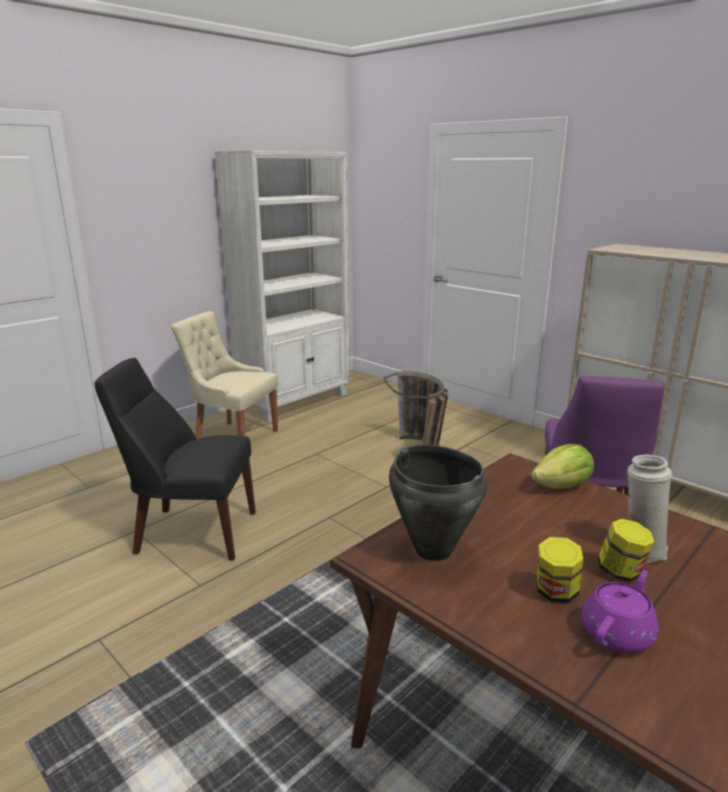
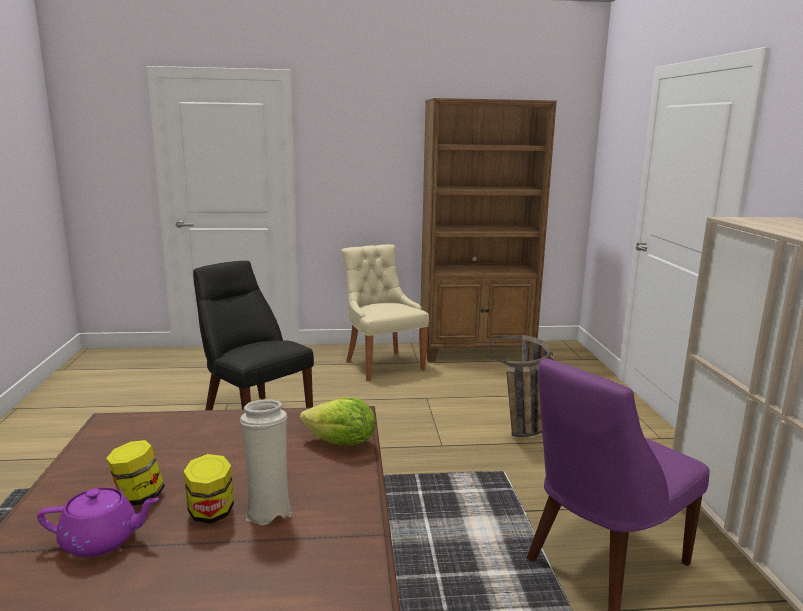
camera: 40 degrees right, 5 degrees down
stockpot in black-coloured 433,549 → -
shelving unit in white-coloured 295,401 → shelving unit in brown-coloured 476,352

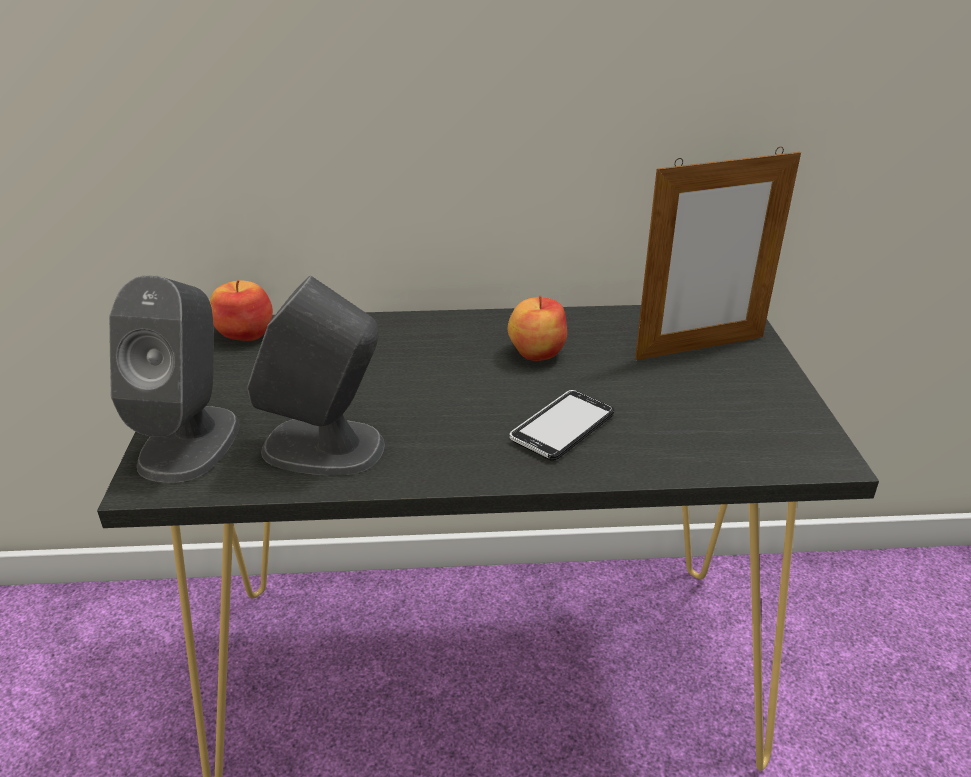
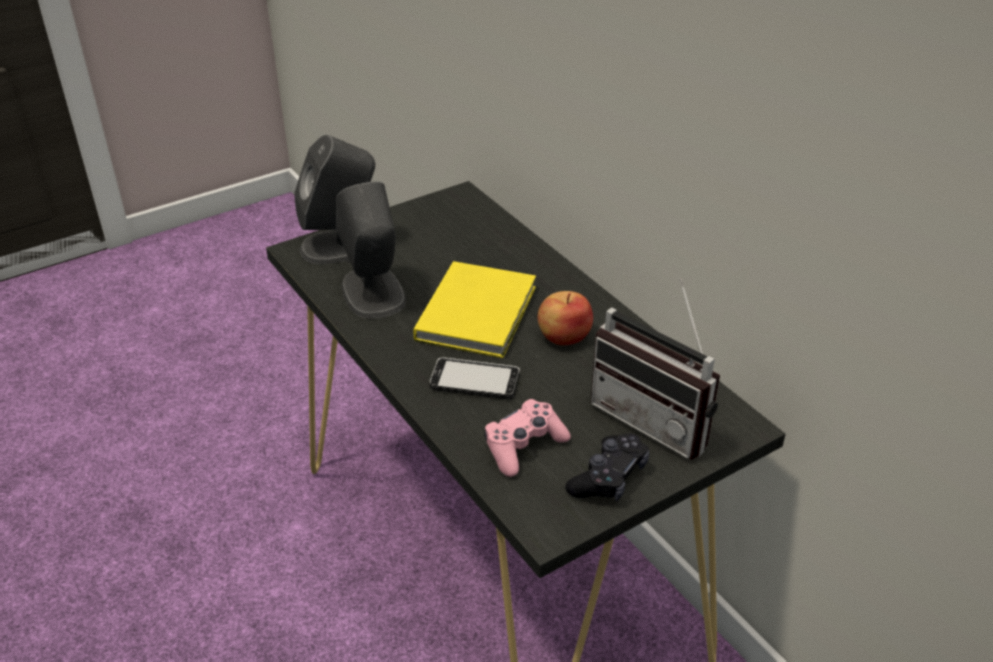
camera: 60 degrees right, 5 degrees up
apple fruit 245,333 → -
- → book in yellow 479,311
- → gamepad in pinkish 524,446
- → gamepad in black-coloured 608,477
picture frame 700,347 → radio receiver 657,419

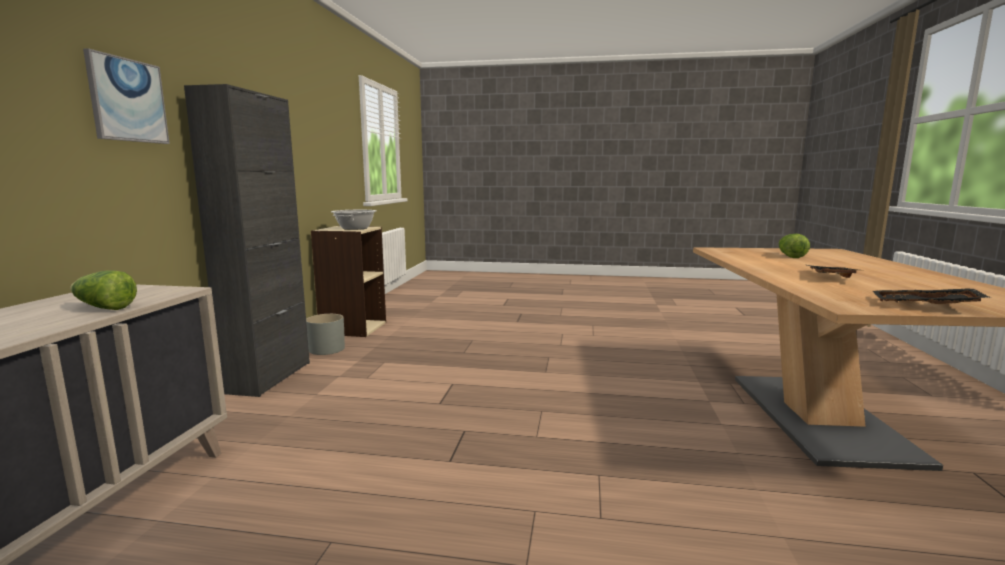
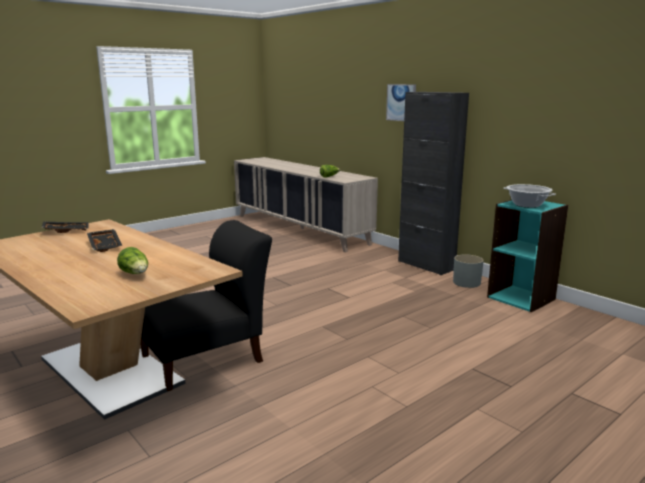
camera: 130 degrees right, 5 degrees up
- → chair in black-coloured 207,359
shelving unit in beige-coloured 353,328 → shelving unit in turquoise 521,298

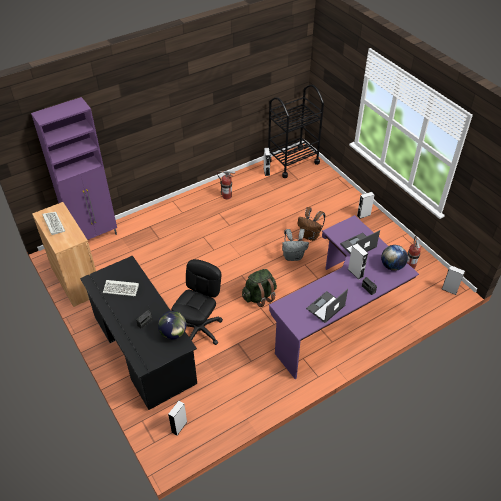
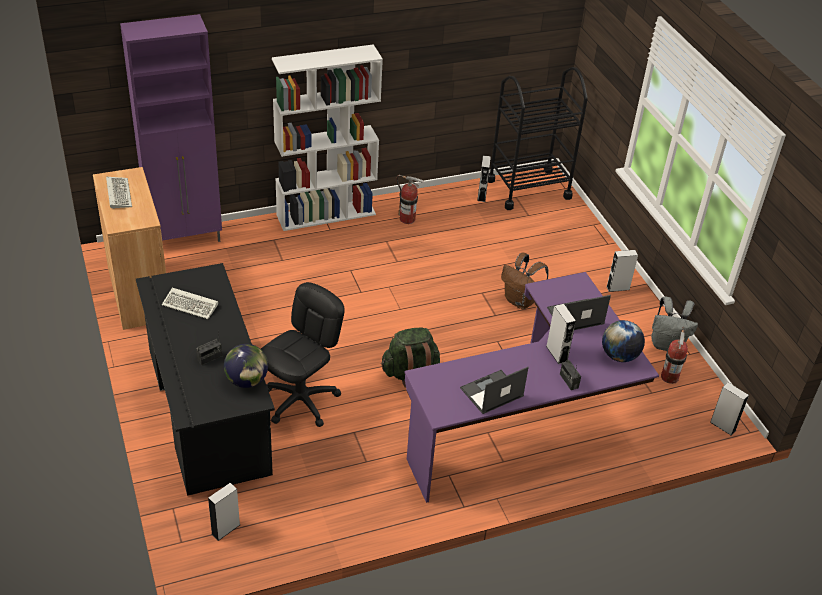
camera: 10 degrees right, 5 degrees down
- → shelving unit in white-coloured 326,214
backpack in grey 293,256 → backpack in grey 667,344, move

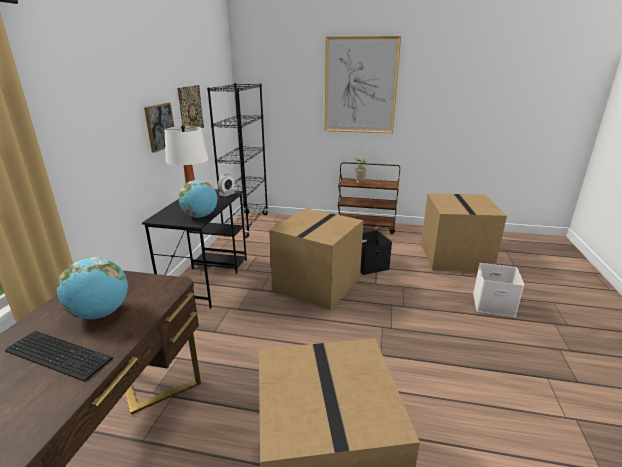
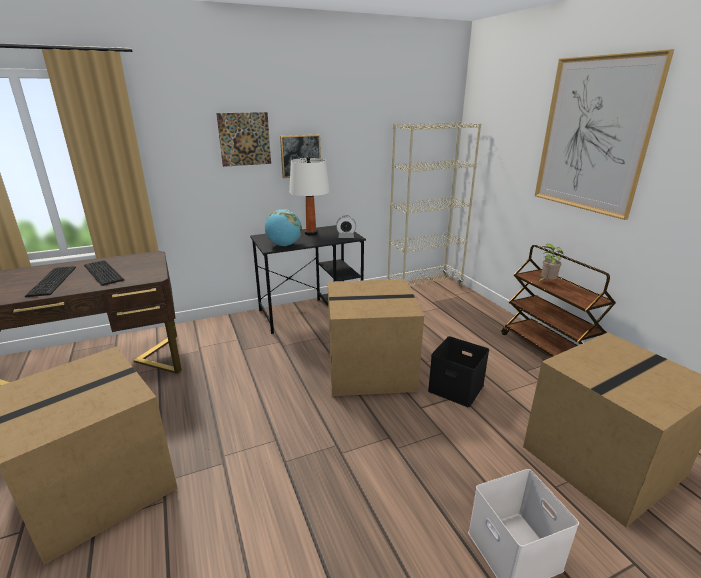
camera: 55 degrees right, 0 degrees up
picture 191,109 → picture 244,139, move
desk globe 101,314 → PC keyboard 102,273
shelving unit in black-coloured 246,224 → shelving unit in beige-coloured 424,286

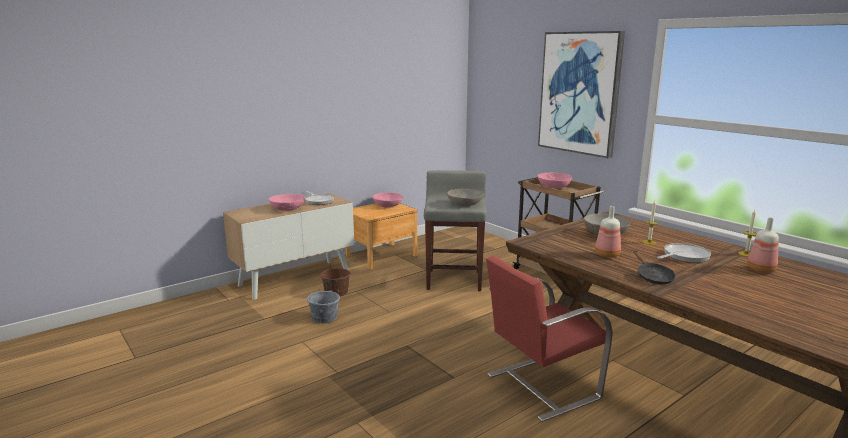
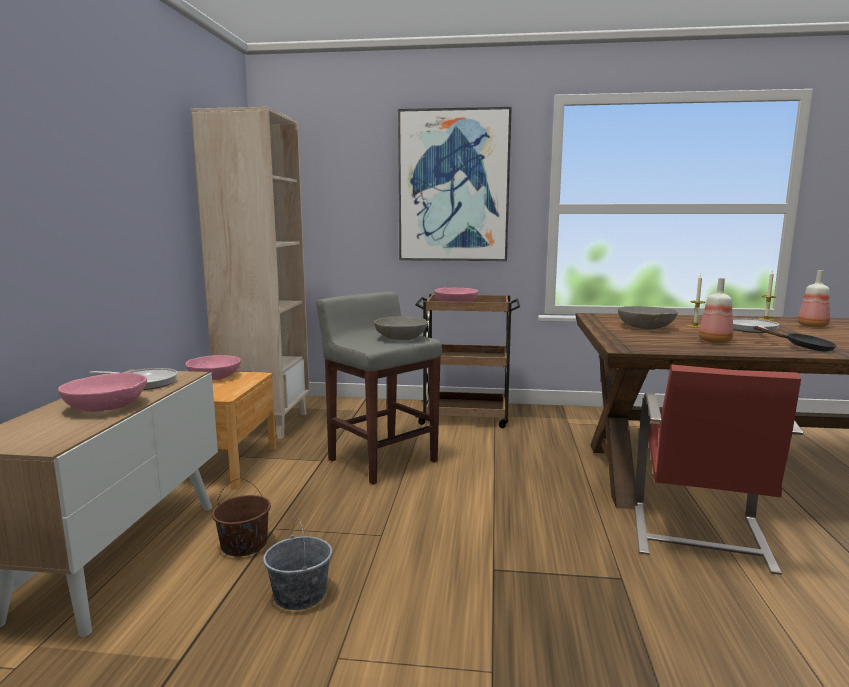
camera: 45 degrees left, 5 degrees down
- → shelving unit in beige-coloured 265,424

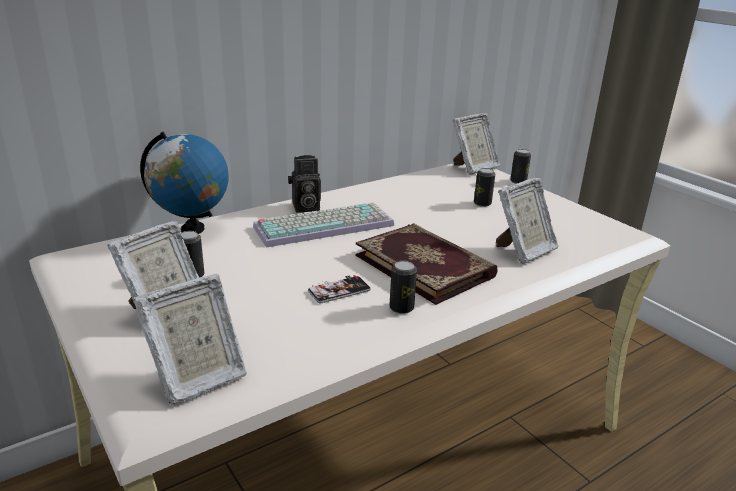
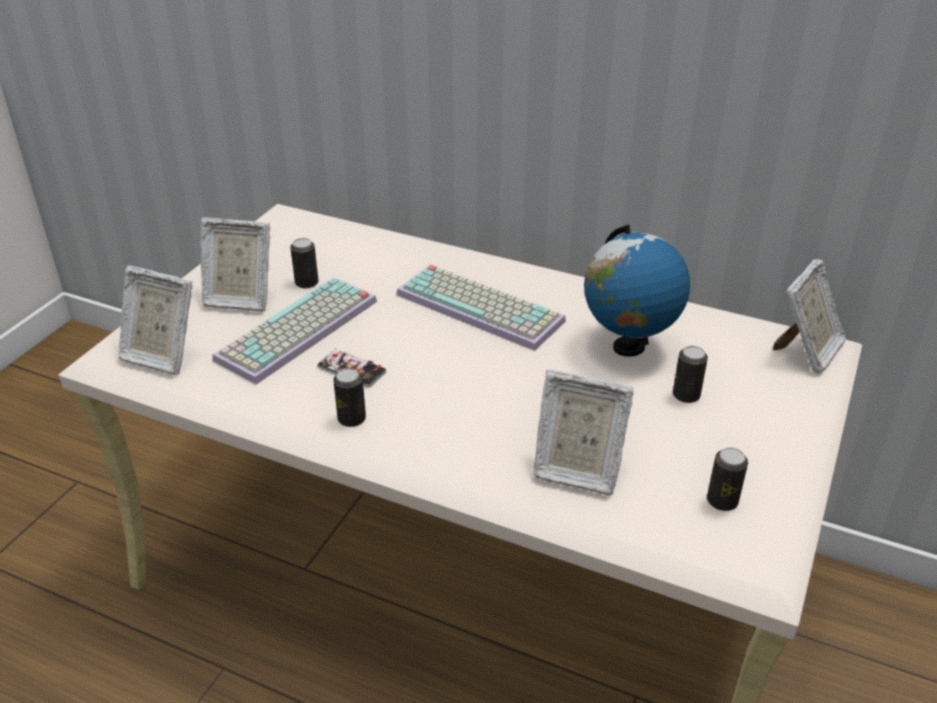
camera: 60 degrees right, 10 degrees up
photo camera 304,208 → -
book 425,265 → -
- → PC keyboard 298,332
desk globe 192,229 → desk globe 628,347, move
metal can 518,181 → metal can 722,501, move
picture frame 473,168 → picture frame 807,352, 75 degrees counterclockwise

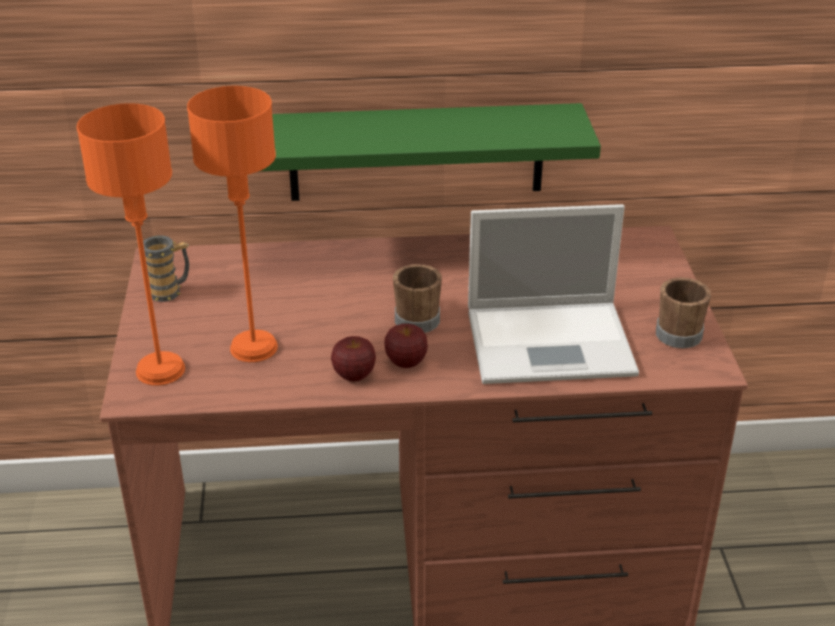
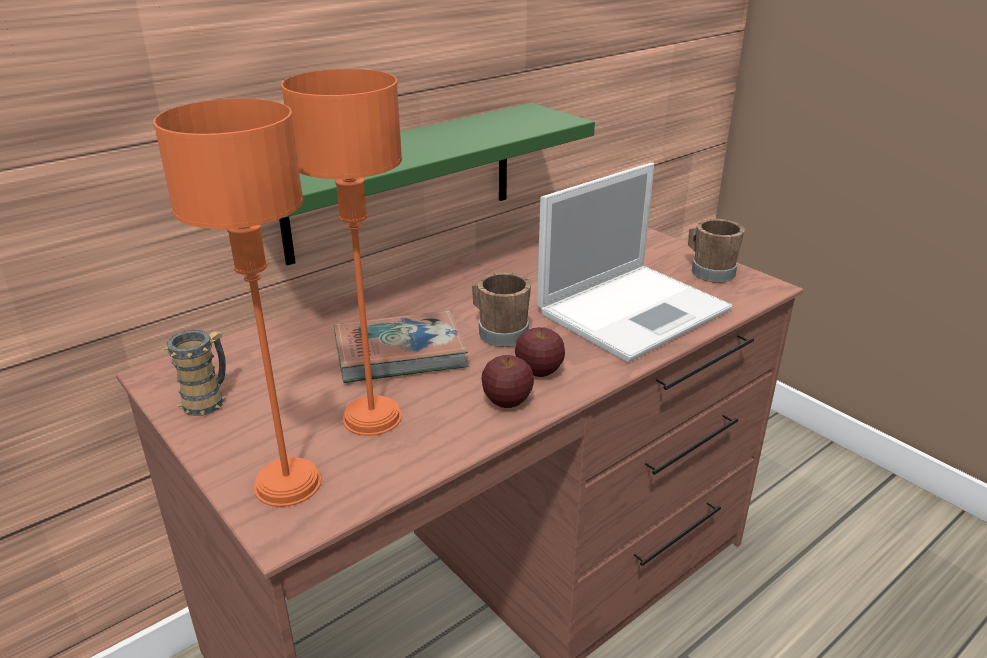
camera: 35 degrees left, 5 degrees down
- → book 400,353

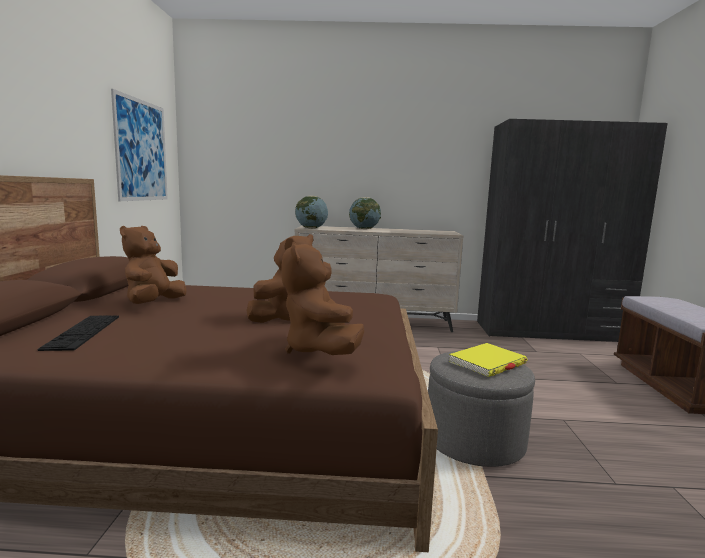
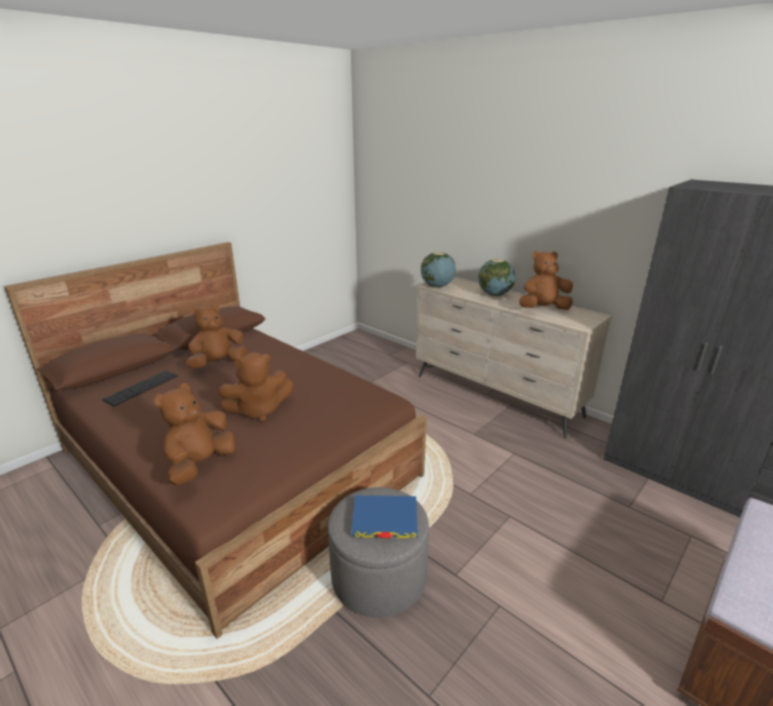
camera: 40 degrees right, 15 degrees up
picture 141,150 → -
- → cuddly toy in brown-coloured 543,309
book in yellow 487,363 → book in blue 385,519

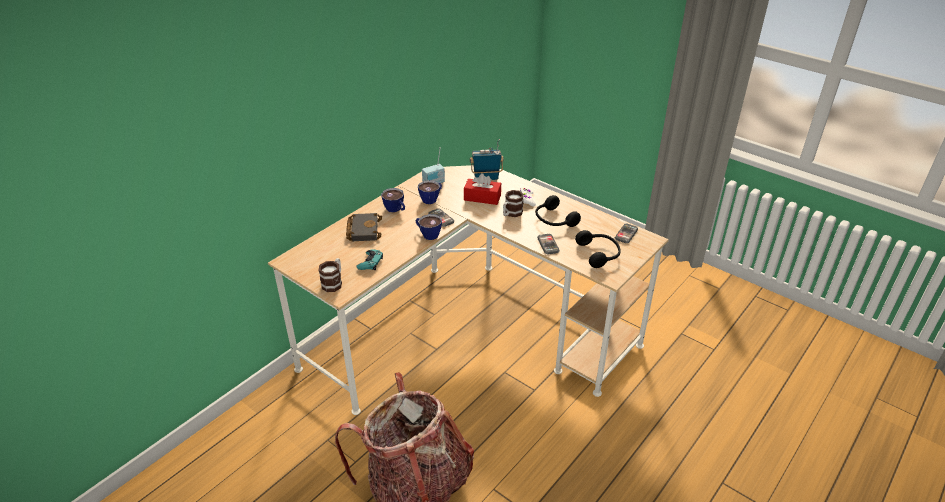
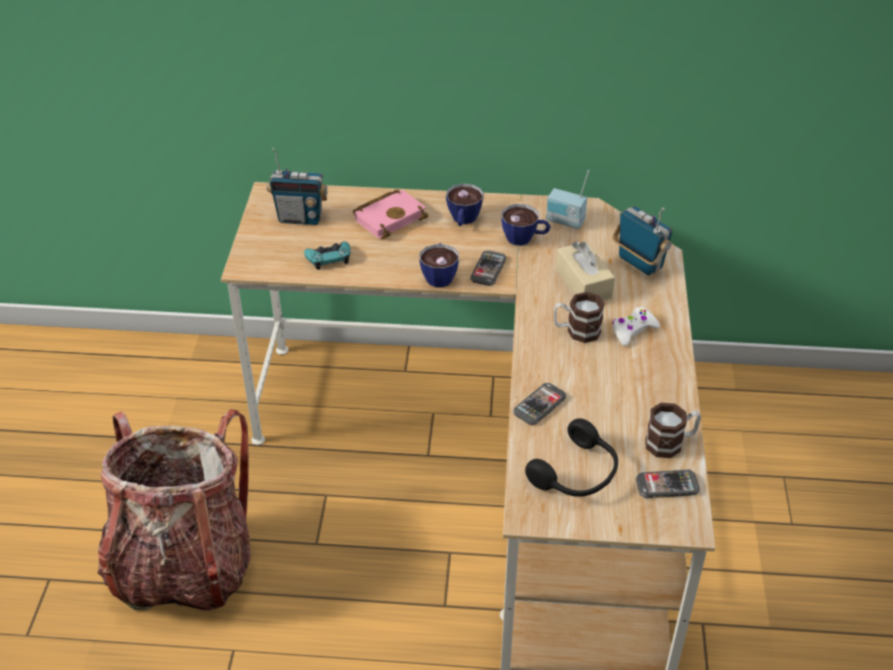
camera: 55 degrees right, 5 degrees up
pair of headphones in black-coloured 554,220 → -
- → radio receiver 300,218
tea mug 334,282 → tea mug 671,442, move
book in black-coloured 363,229 → book in pinkish 390,217
tissue box in red-coloured 482,197 → tissue box in beige-coloured 583,283

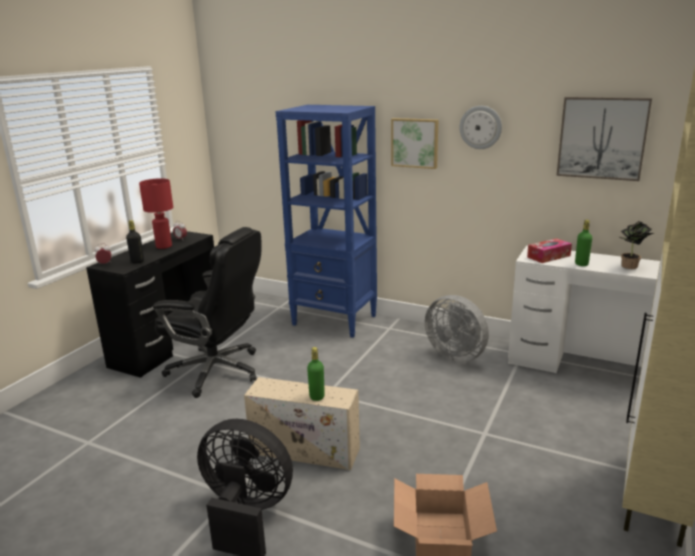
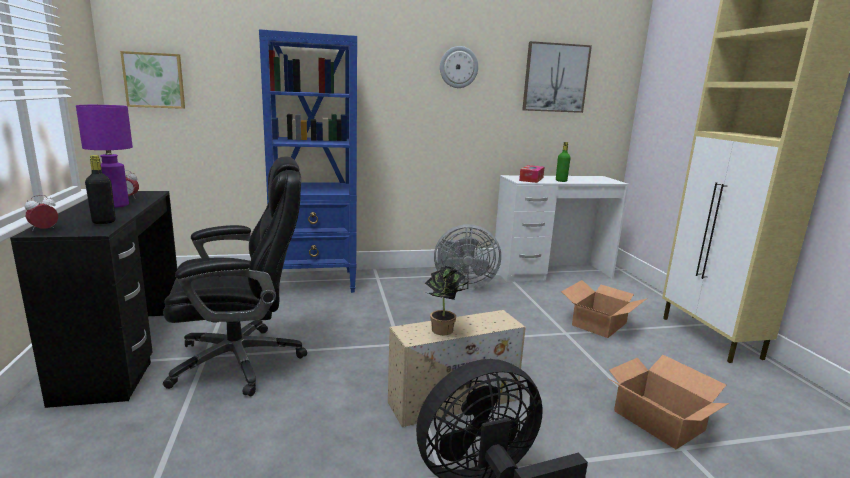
camera: 40 degrees left, 5 degrees down
beverage bottle in greenish 317,397 → -
- → carton 600,324
picture 415,143 → picture 154,80, move
houseplant 630,267 → houseplant 445,331, move
table lamp in red-coloured 164,246 → table lamp in purple-coloured 116,205

